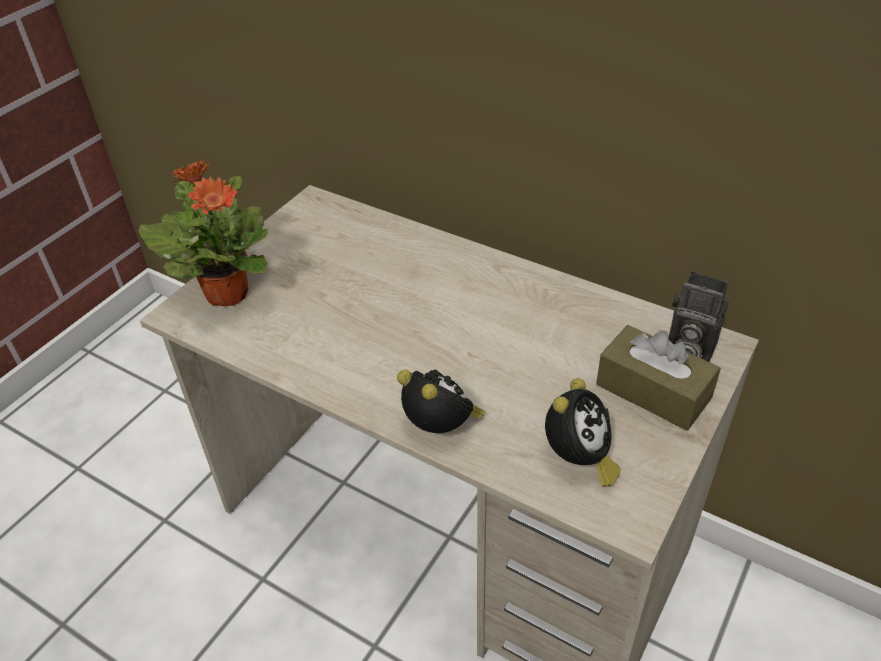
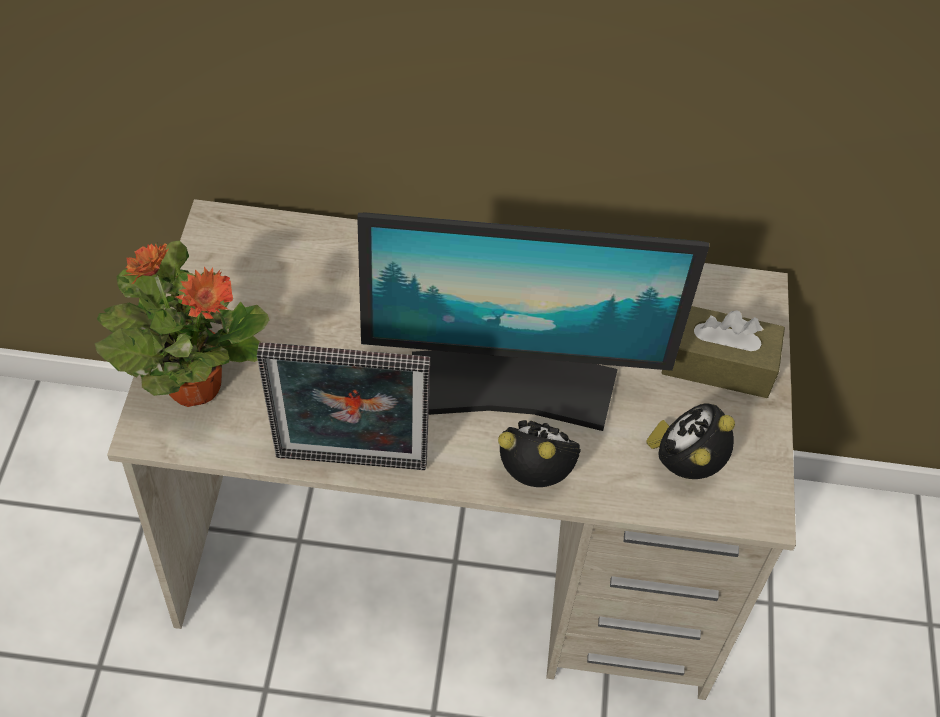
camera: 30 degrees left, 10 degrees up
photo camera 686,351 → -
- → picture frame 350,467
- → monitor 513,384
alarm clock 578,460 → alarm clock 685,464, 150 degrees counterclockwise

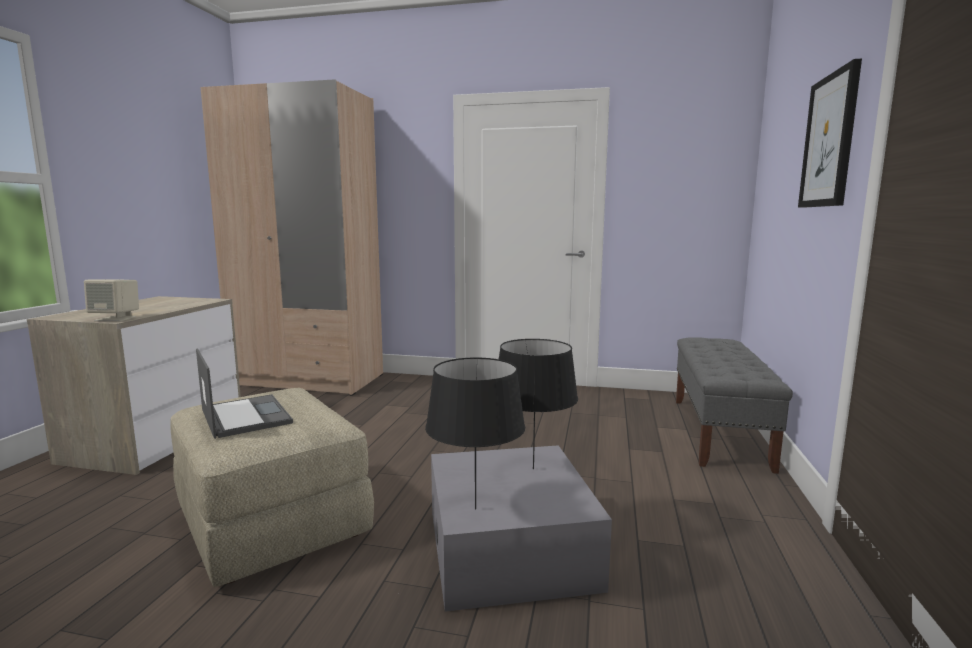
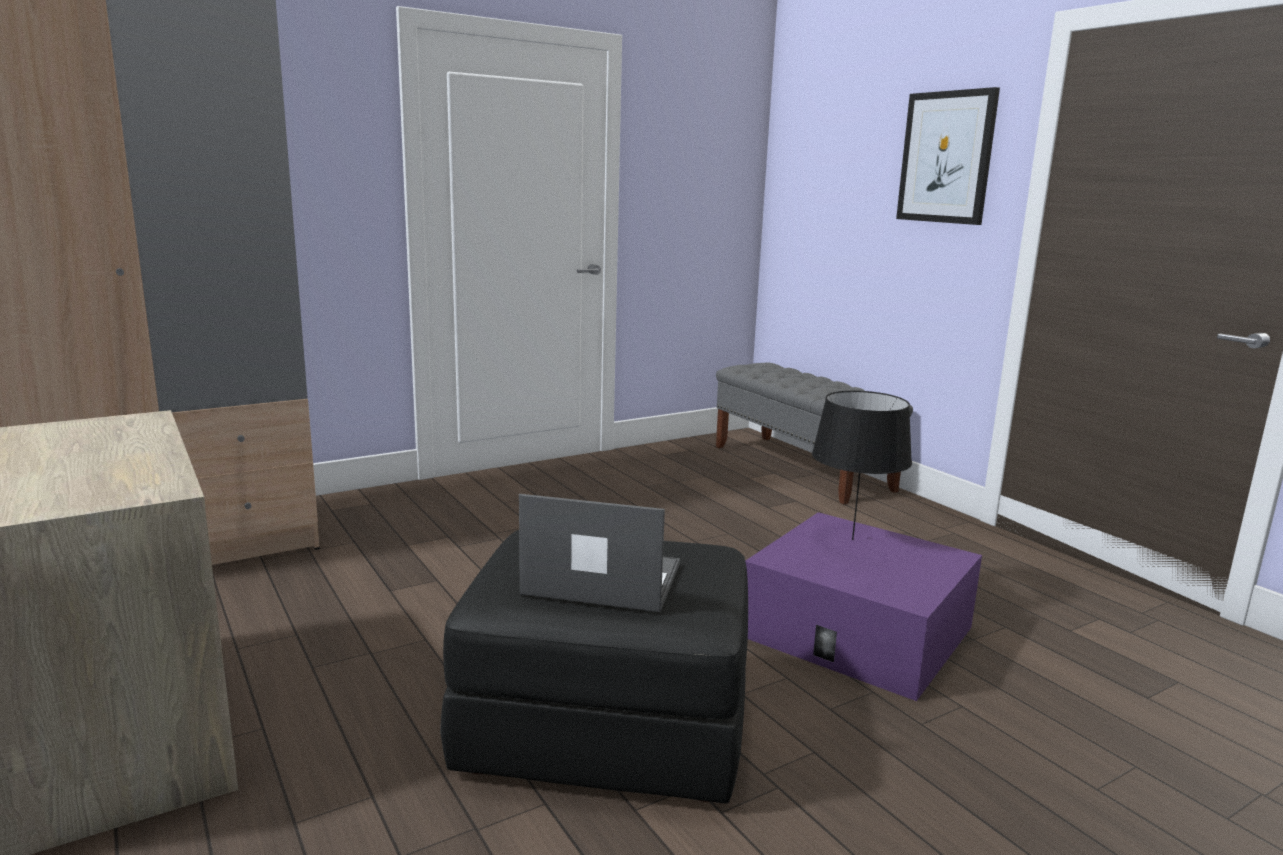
camera: 45 degrees left, 5 degrees up
loudspeaker in beige-coloured 116,319 → -
table lamp in black-coloured 475,509 → -
footrest in beige-coloured 270,521 → footrest in black-coloured 603,727
storage container in grey 510,548 → storage container in purple-coloured 857,631

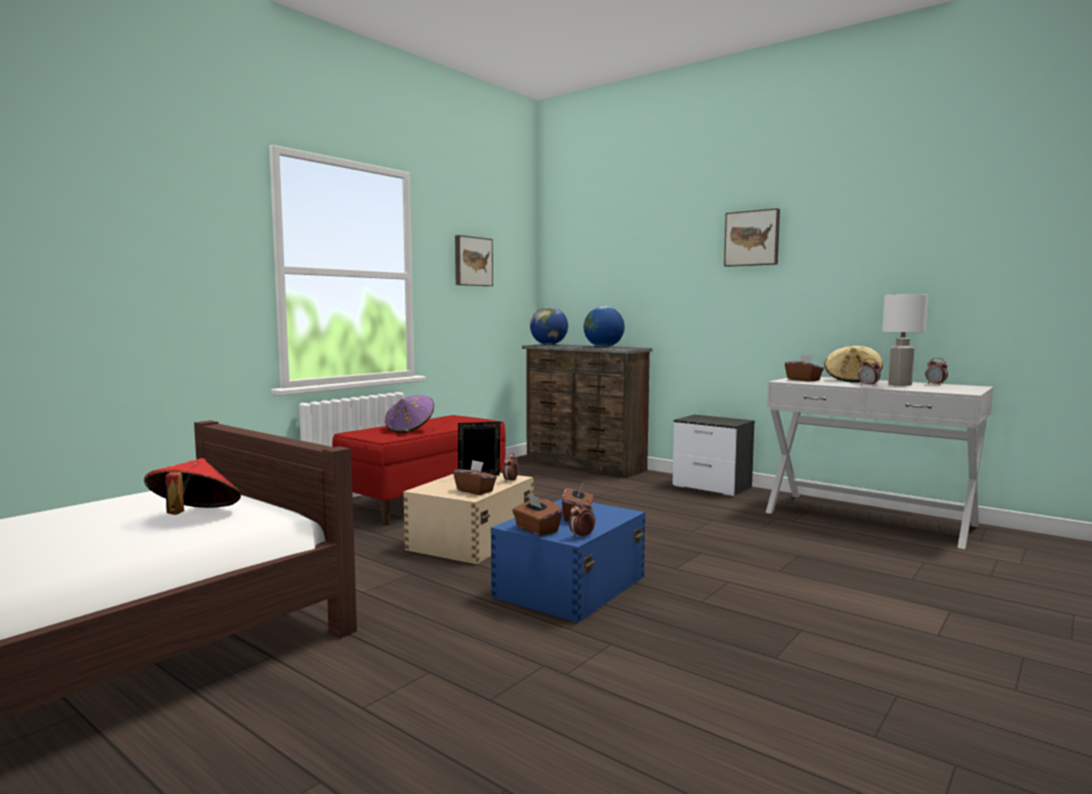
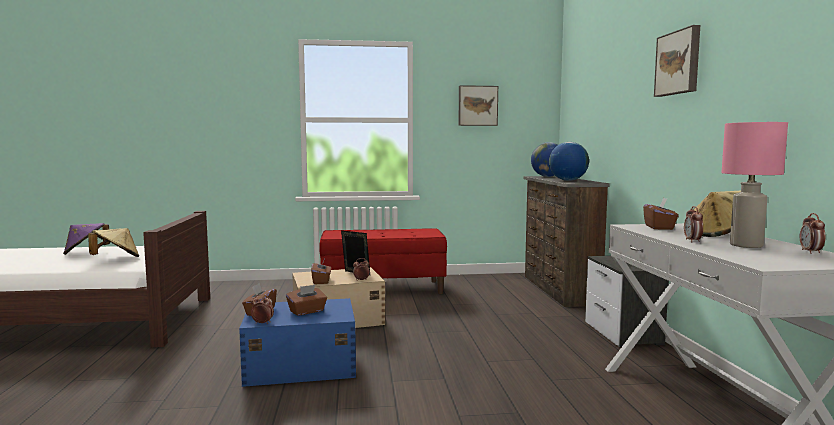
camera: 45 degrees right, 0 degrees up
clothing hat in purple-coloured 410,429 → clothing hat in purple-coloured 86,252, move
clothing hat in red-coloured 194,517 → clothing hat in beige-coloured 116,259
table lamp in white-coloured 900,385 → table lamp in pinkish 746,245

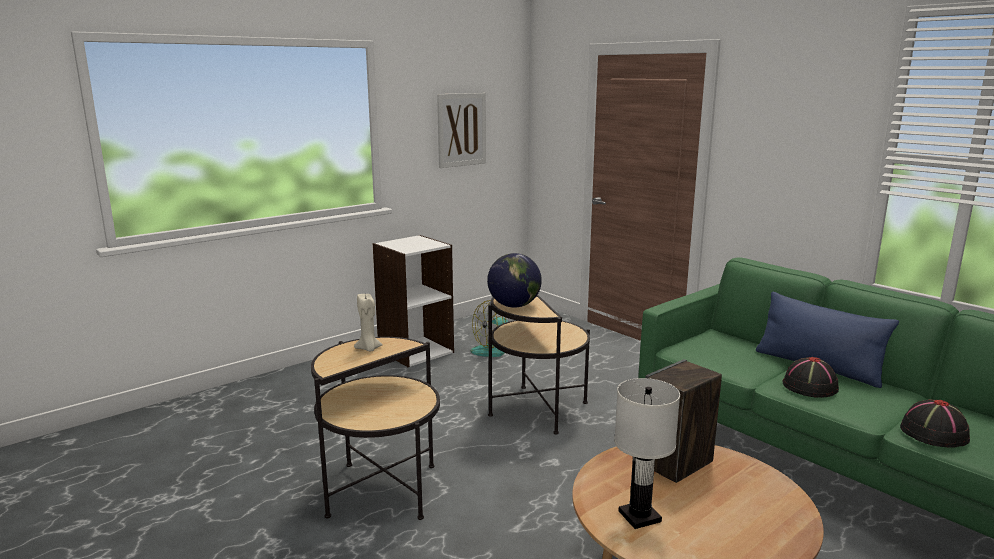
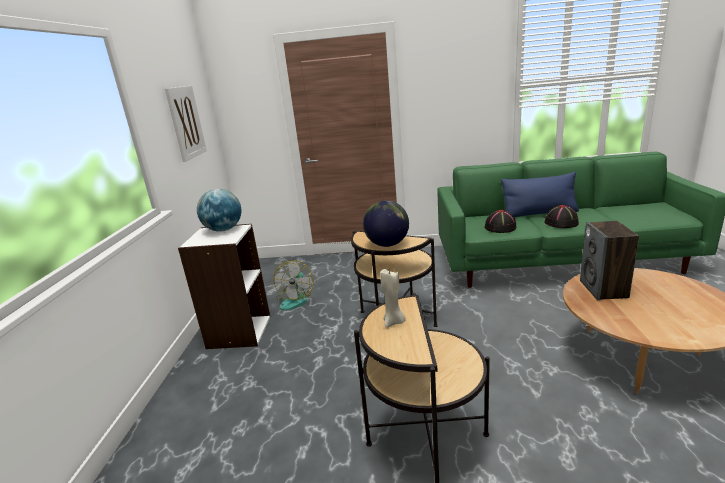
camera: 45 degrees left, 5 degrees up
table lamp in white-coloured 639,516 → -
- → desk globe 223,230
clothing hat in black-coloured 933,433 → clothing hat in black-coloured 500,228, move

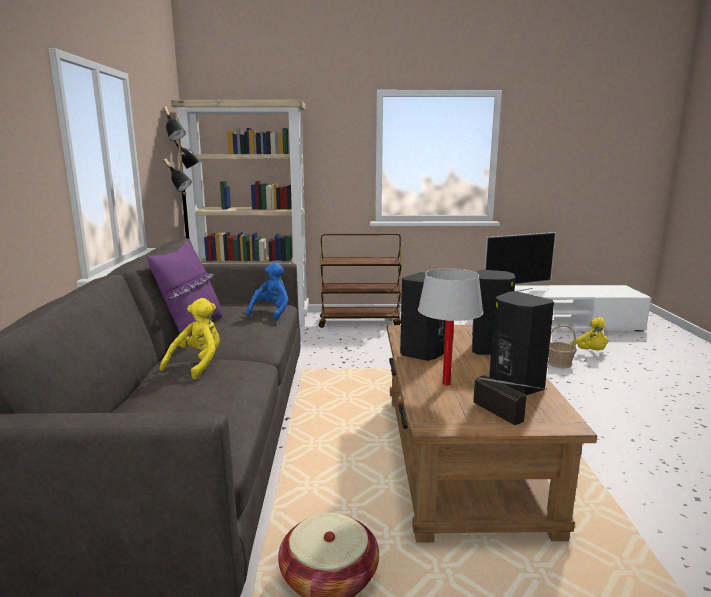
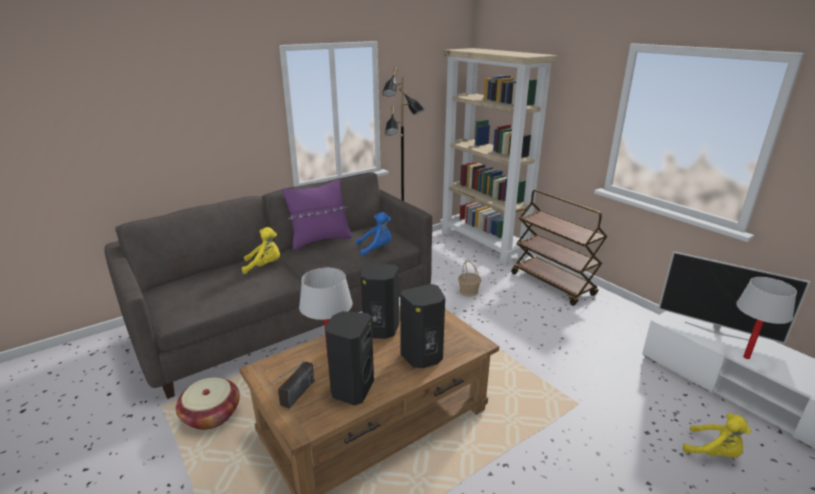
camera: 55 degrees right, 10 degrees up
- → table lamp in white-coloured 746,357
household basket 559,364 → household basket 468,291, move
cuddly toy in yellow 589,352 → cuddly toy in yellow 713,452, 75 degrees counterclockwise

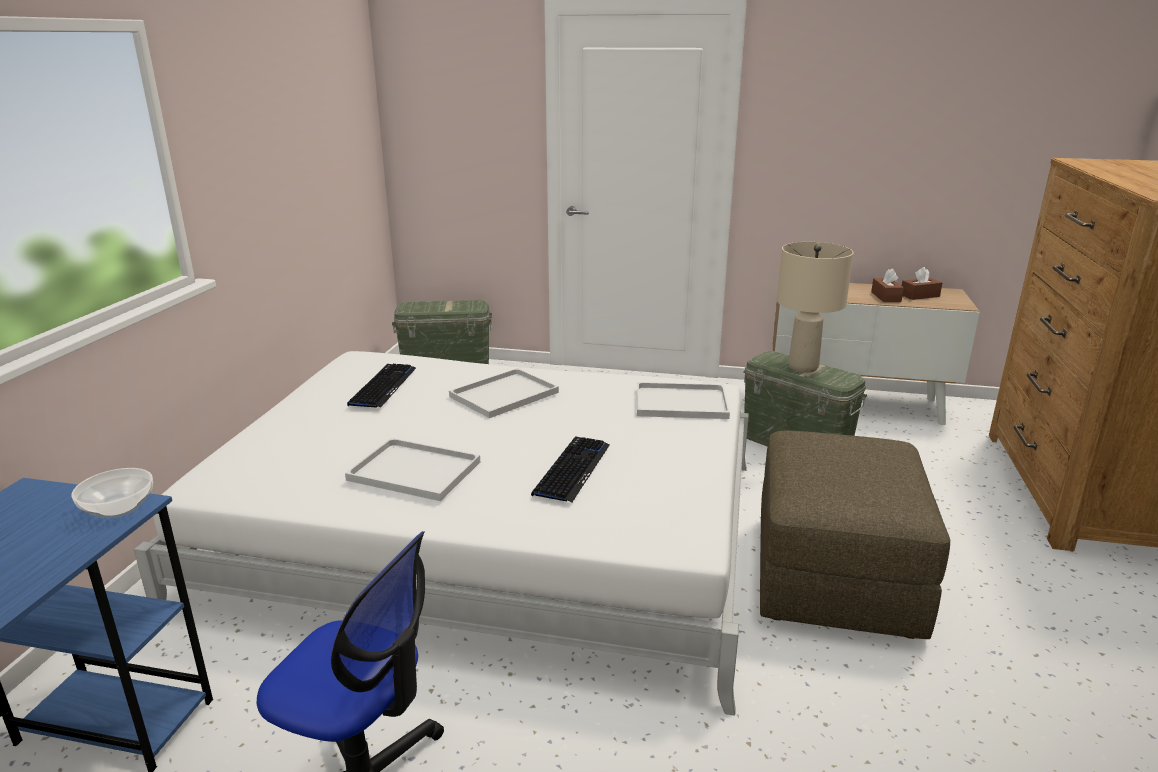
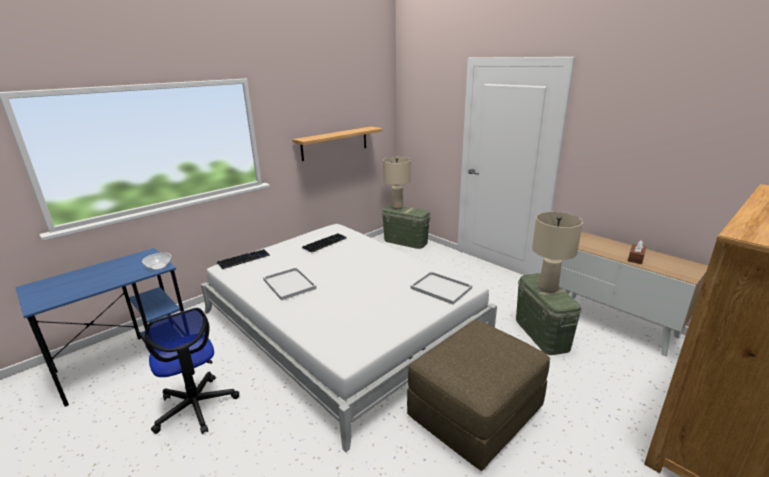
camera: 35 degrees right, 0 degrees up
tray in white-coloured 503,395 → -
tissue box in brown-coloured 919,295 → -
- → wall shelf 335,143
- → table lamp in beige-coloured 396,207
PC keyboard 572,470 → PC keyboard 244,259, move

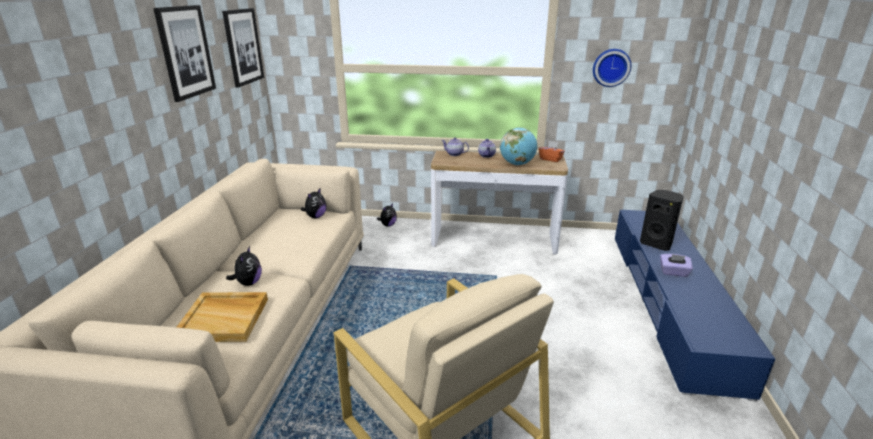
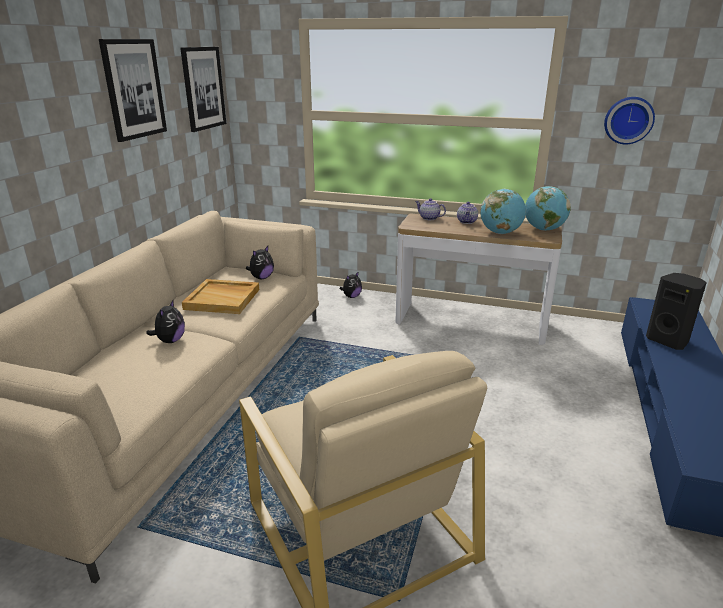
camera: 10 degrees right, 0 degrees up
tissue box in purple-coloured 673,272 → -
tray in beige-coloured 224,319 → tray in beige-coloured 223,299, move
tissue box in orangey 550,159 → desk globe 543,229

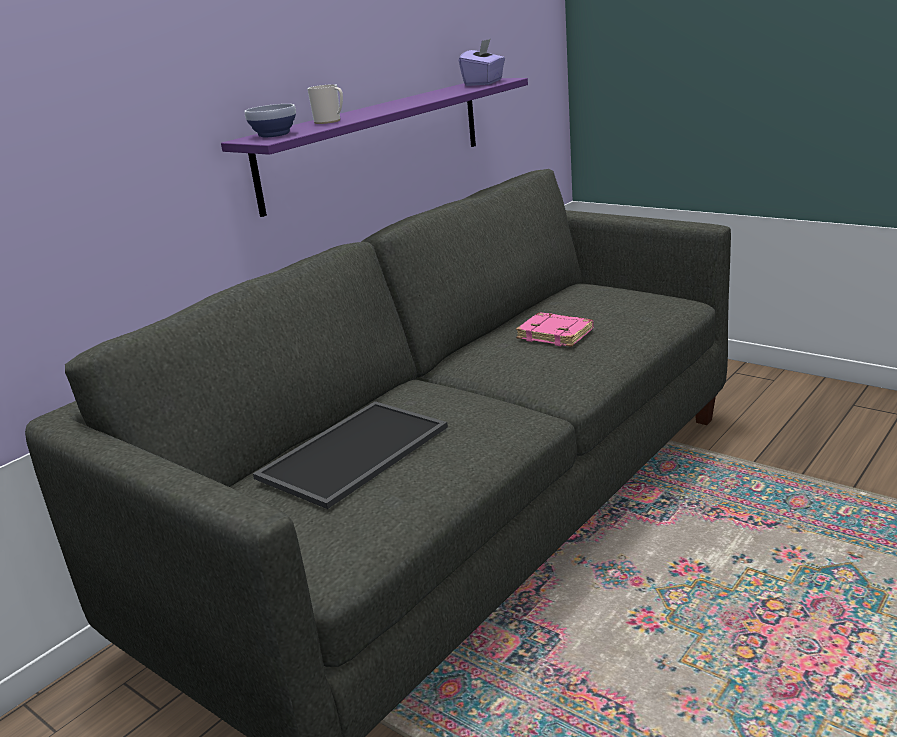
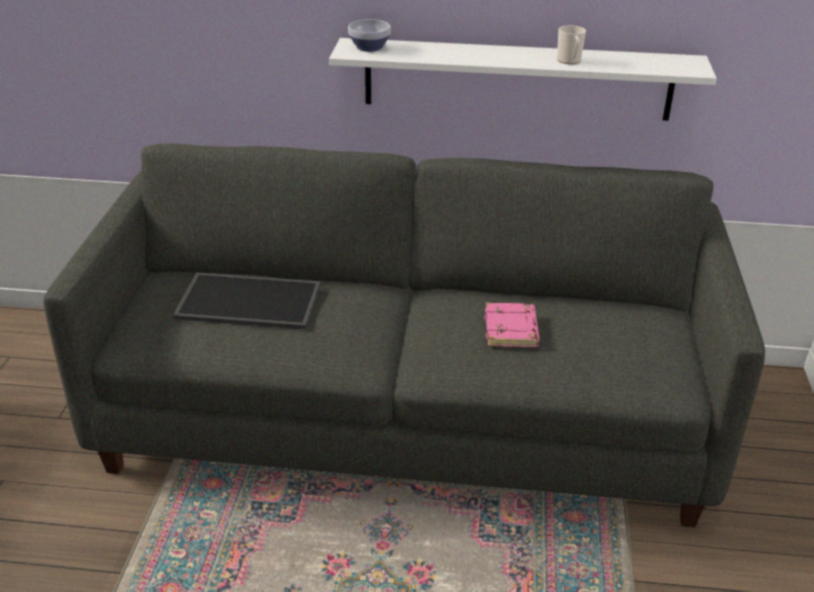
camera: 55 degrees right, 10 degrees up
tissue box in purple-coloured 484,83 → -
tea mug 330,121 → tea mug 569,61, move
wall shelf in purple-coloured 375,141 → wall shelf in white-coloured 517,79

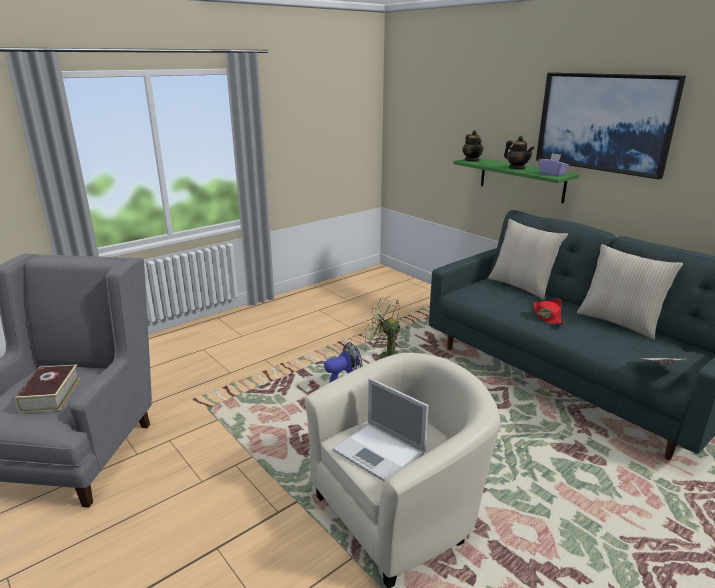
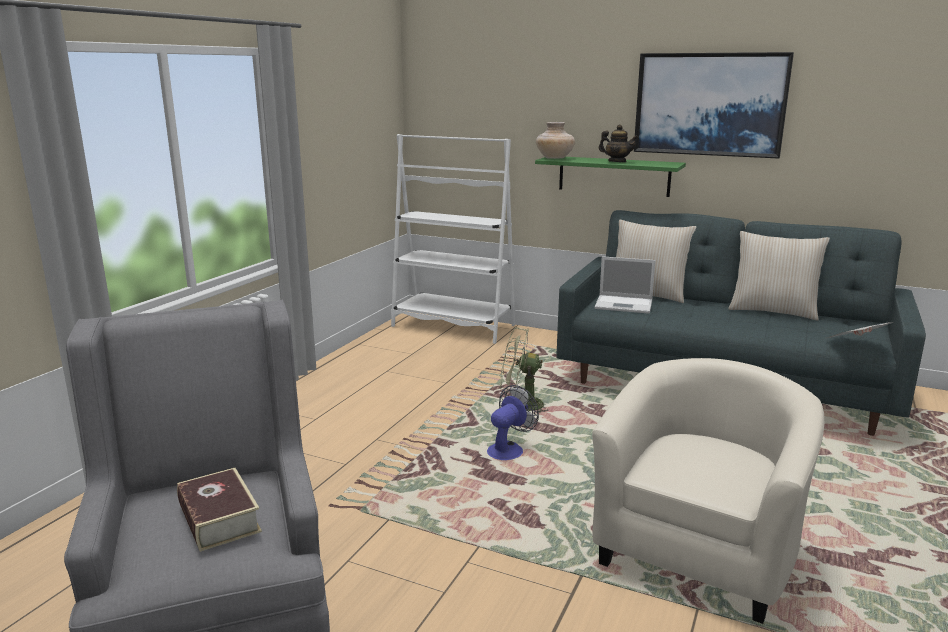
camera: 25 degrees left, 5 degrees down
clothing hat in red-coloured 547,317 → -
tissue box in purple-coloured 552,174 → -
- → shelving unit in white-coloured 453,326
notebook computer 380,452 → notebook computer 625,304, move
tea pot 472,160 → decorative vase in beige-coloured 554,158

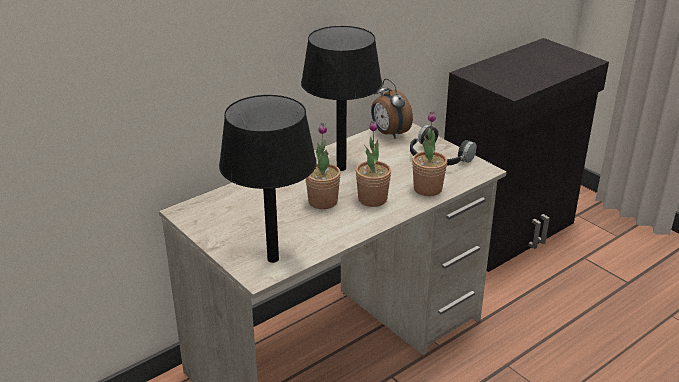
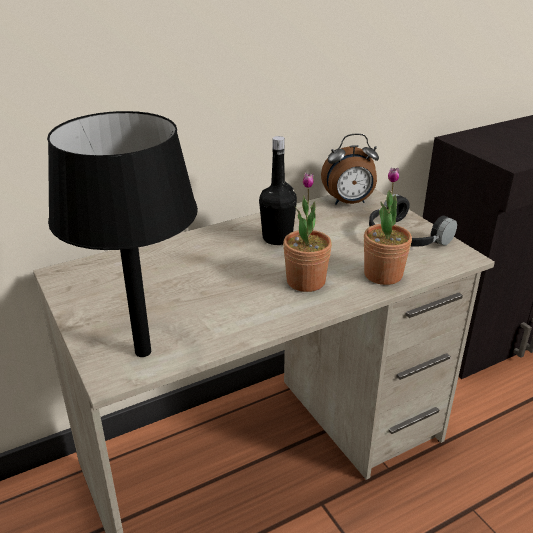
camera: 10 degrees right, 0 degrees up
houseplant 323,201 → -
table lamp in black-coloured 341,168 → beverage bottle in black-coloured 277,238
alarm clock 389,133 → alarm clock 349,203, 75 degrees counterclockwise

